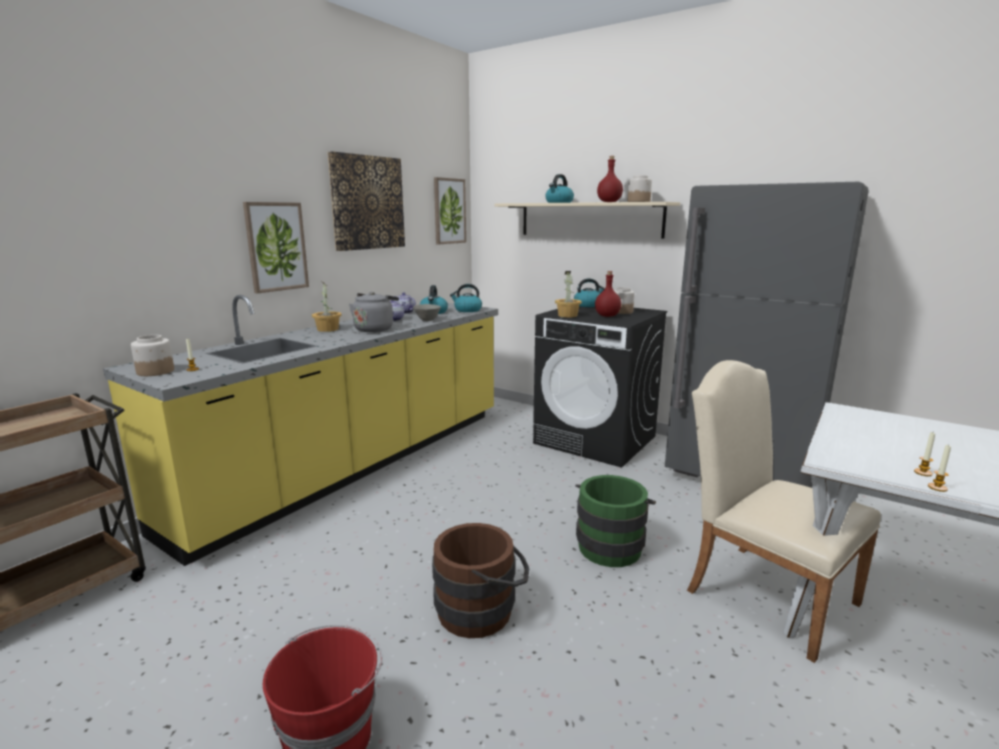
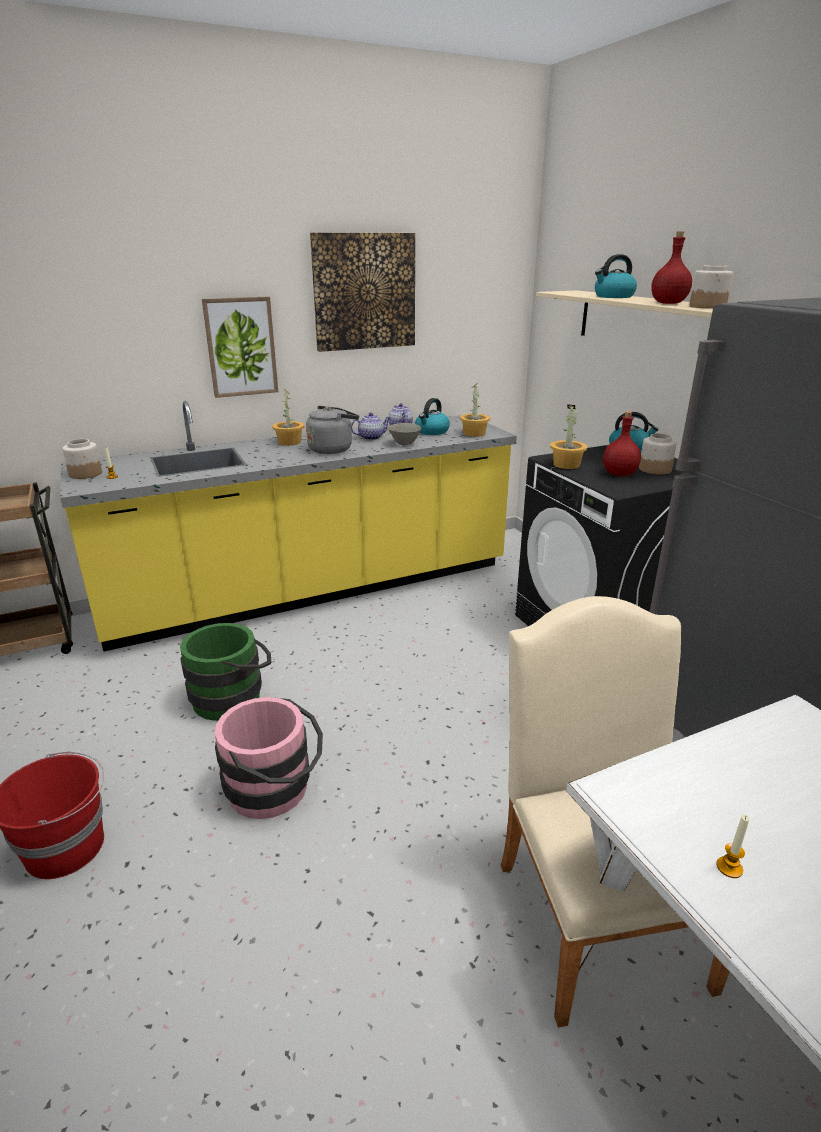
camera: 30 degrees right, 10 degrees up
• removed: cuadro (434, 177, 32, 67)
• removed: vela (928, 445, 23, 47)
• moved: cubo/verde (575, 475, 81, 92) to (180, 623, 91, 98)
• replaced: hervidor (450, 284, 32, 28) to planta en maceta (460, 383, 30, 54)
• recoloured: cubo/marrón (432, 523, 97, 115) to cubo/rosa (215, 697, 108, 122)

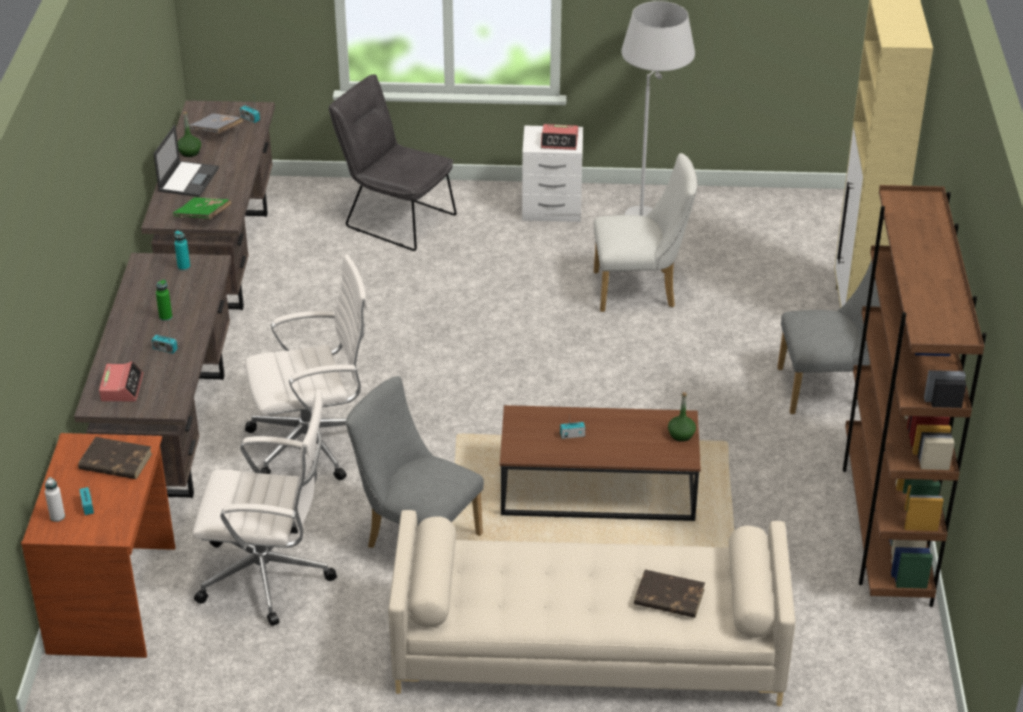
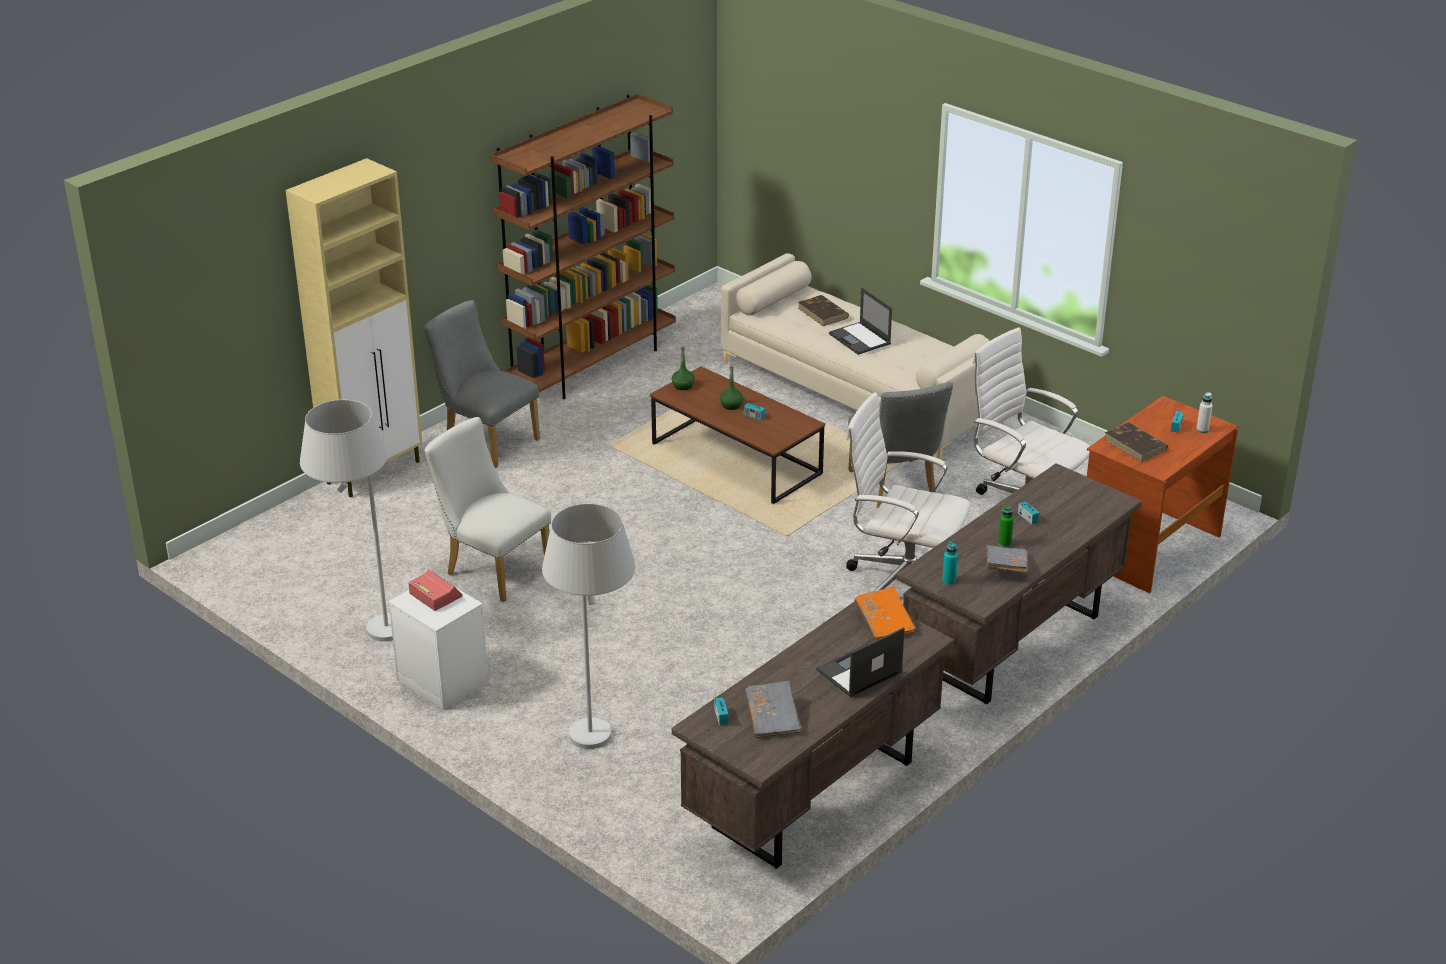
camera: 140 degrees left, 5 degrees down
• removed: despertador (99, 361, 44, 40)
• added: portátil (829, 288, 63, 67)
• added: libro/gris (986, 545, 42, 29)
• moved: botella/verde (178, 112, 23, 45) to (720, 365, 23, 45)
• replaced: silla/gris (329, 74, 128, 177) to lámpara de pie/blanco (542, 504, 93, 245)
• recoloured: libro/verde (172, 197, 60, 23) to libro/naranja (855, 586, 61, 55)

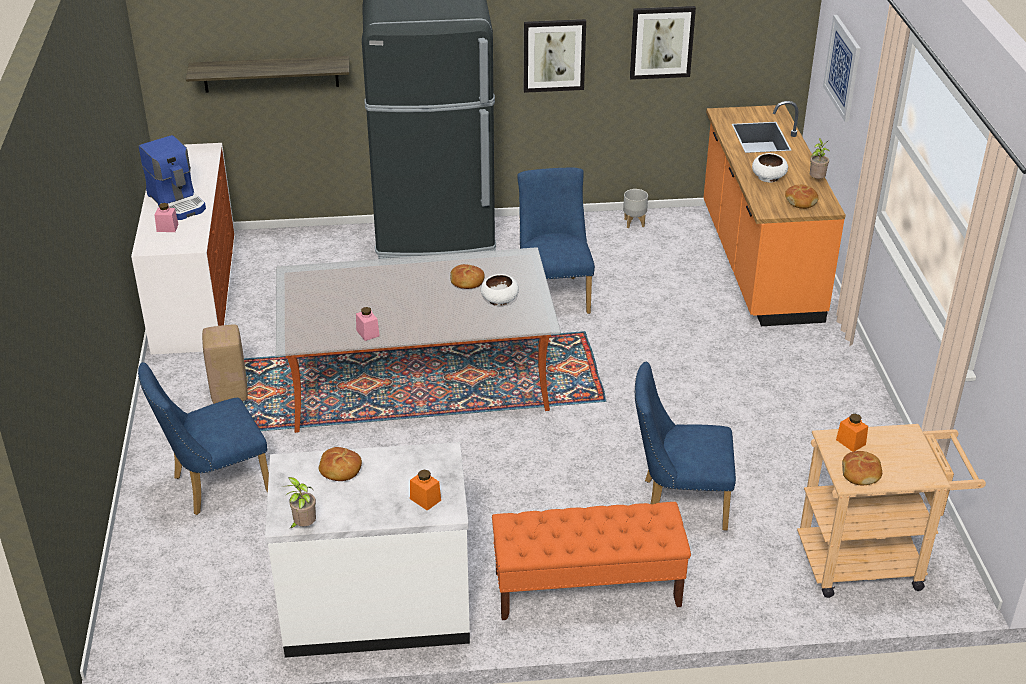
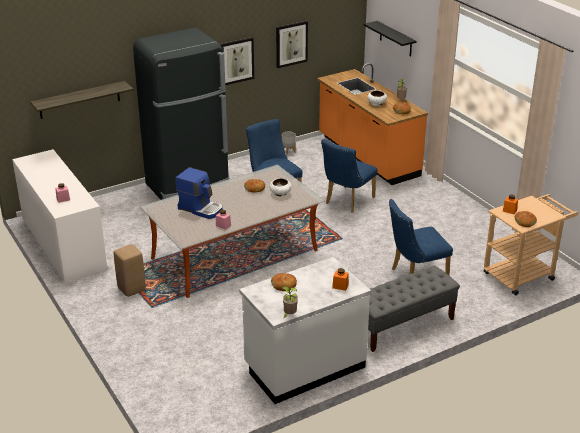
camera: 25 degrees left, 5 degrees down
• moved: silla/azul (138, 362, 131, 153) to (321, 139, 57, 74)
• moved: cafetera (139, 135, 67, 85) to (175, 167, 48, 52)
• replaced: cuadro (823, 15, 38, 107) to estante/negro (364, 21, 52, 36)
• recoloured: banco/naranja (492, 502, 199, 118) to banco/gris (368, 265, 92, 87)

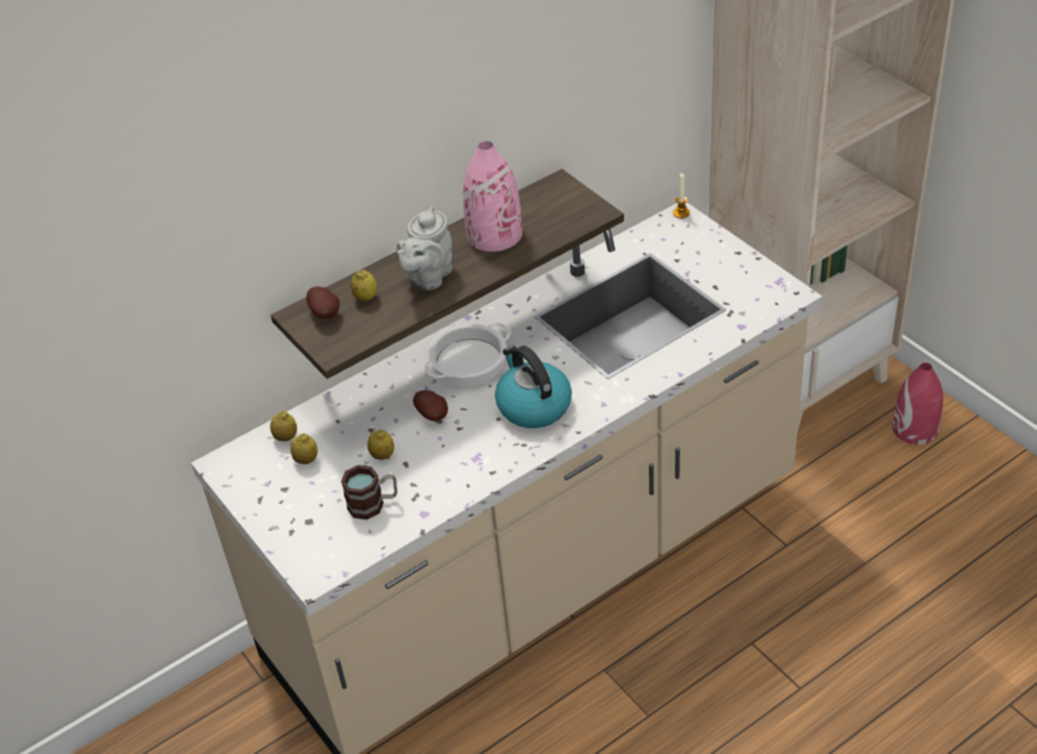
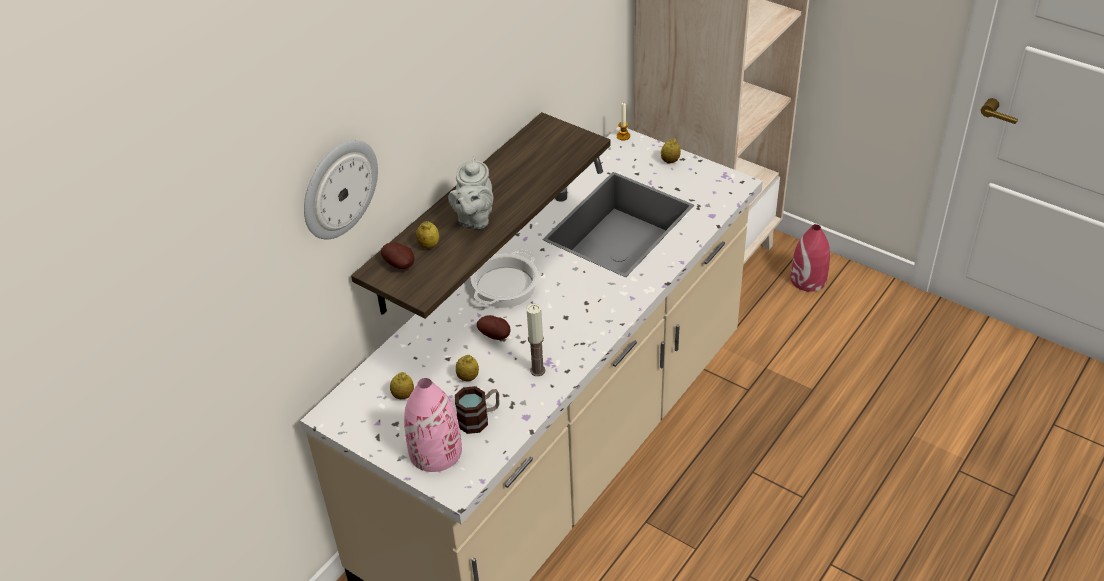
camera: 20 degrees left, 0 degrees up
• removed: hervidor (495, 346, 77, 82)
• added: reloj de pared (304, 140, 74, 100)
• added: vela (527, 304, 18, 72)
• moved: limón (270, 411, 27, 31) to (661, 138, 20, 26)
• moved: florero/rosa (463, 141, 60, 111) to (404, 378, 58, 94)

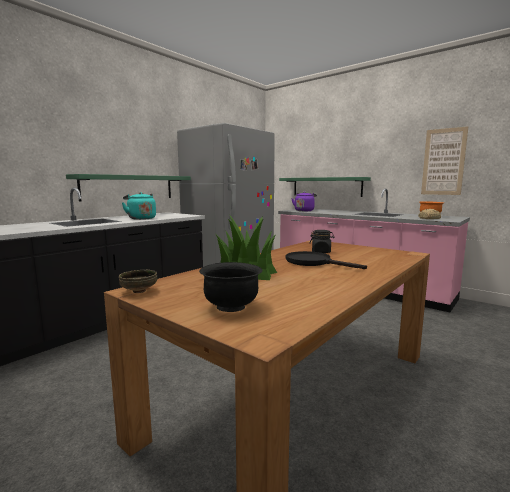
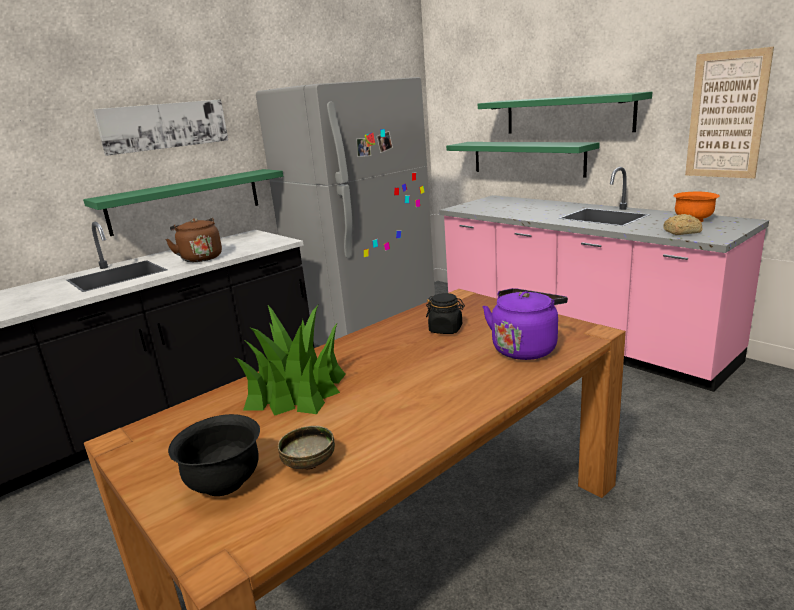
camera: 10 degrees right, 10 degrees up
• removed: sartén/negro (286, 251, 81, 18)
• added: cuadro (93, 99, 135, 57)
• added: estante/verde (478, 92, 174, 41)
• moved: cuenco (119, 270, 38, 23) to (278, 426, 57, 44)
• moved: hervidor/morado (291, 192, 26, 19) to (483, 288, 85, 72)
• recoloured: hervidor/turquesa (122, 192, 34, 28) to hervidor/marrón (165, 218, 57, 44)

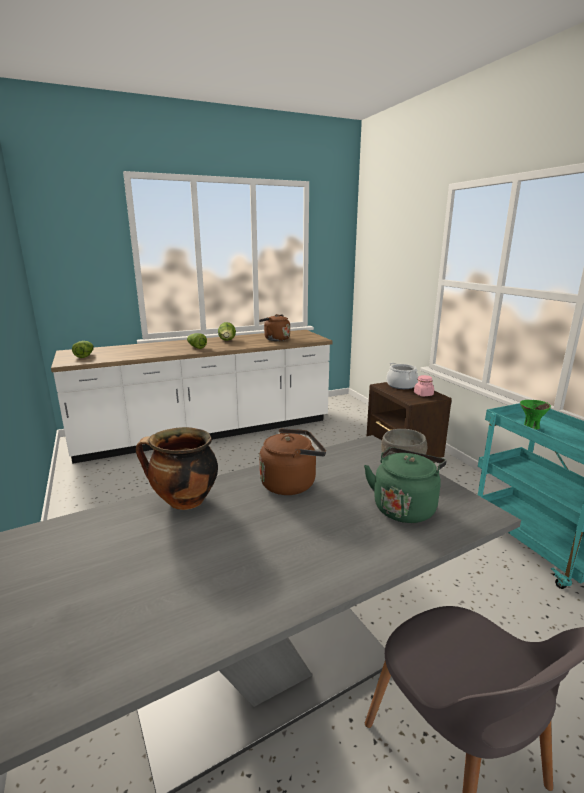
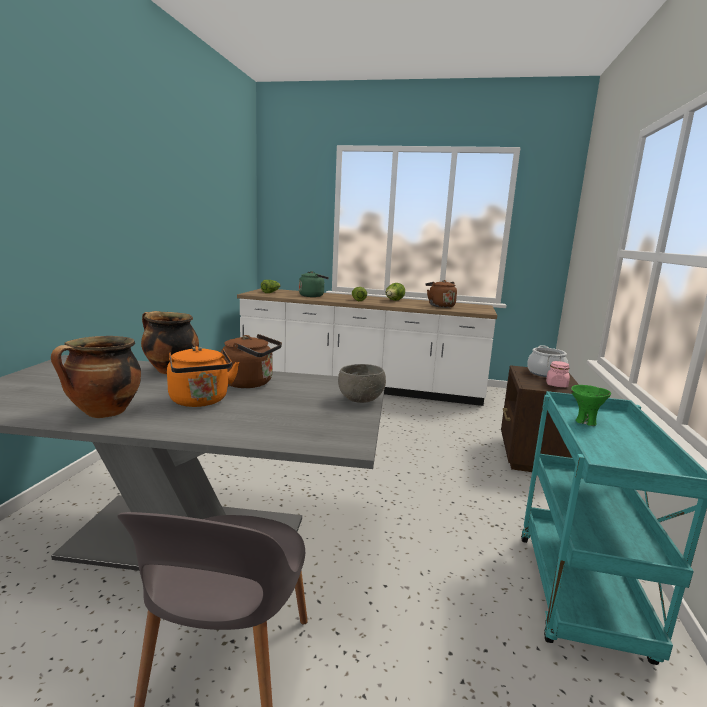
camera: 35 degrees right, 5 degrees down
• added: olla (51, 336, 90, 82)
• added: hervidor/naranja (167, 346, 72, 61)
• moved: hervidor/verde (364, 447, 82, 76) to (299, 271, 30, 26)

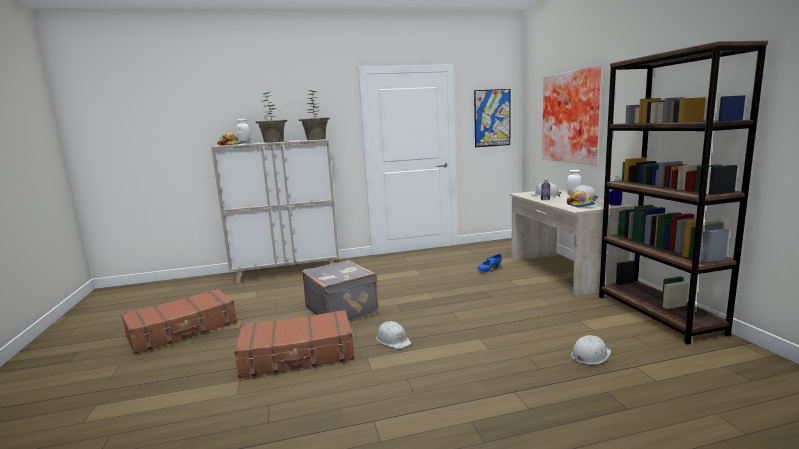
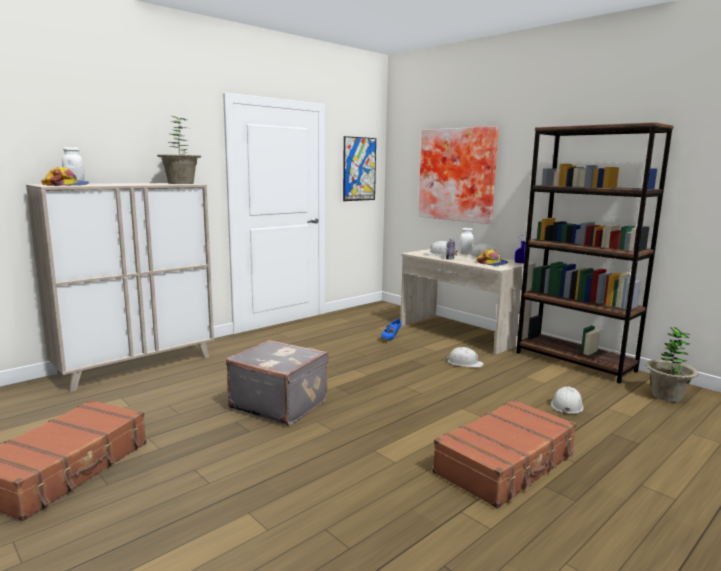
camera: 30 degrees left, 0 degrees up
• moved: maleta/marrón (234, 310, 120, 68) to (432, 399, 144, 109)
• moved: planta en maceta (255, 92, 33, 51) to (646, 327, 52, 75)
• moved: casco/blanco (376, 321, 35, 28) to (445, 347, 39, 20)

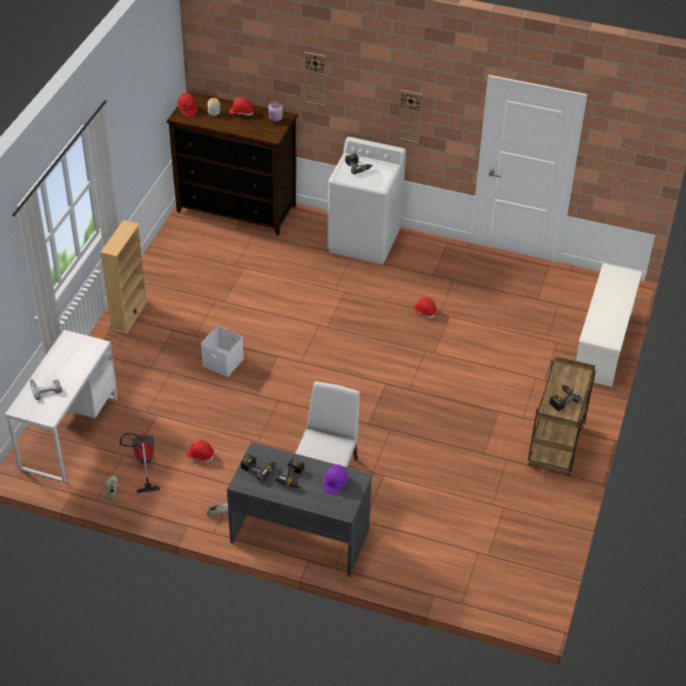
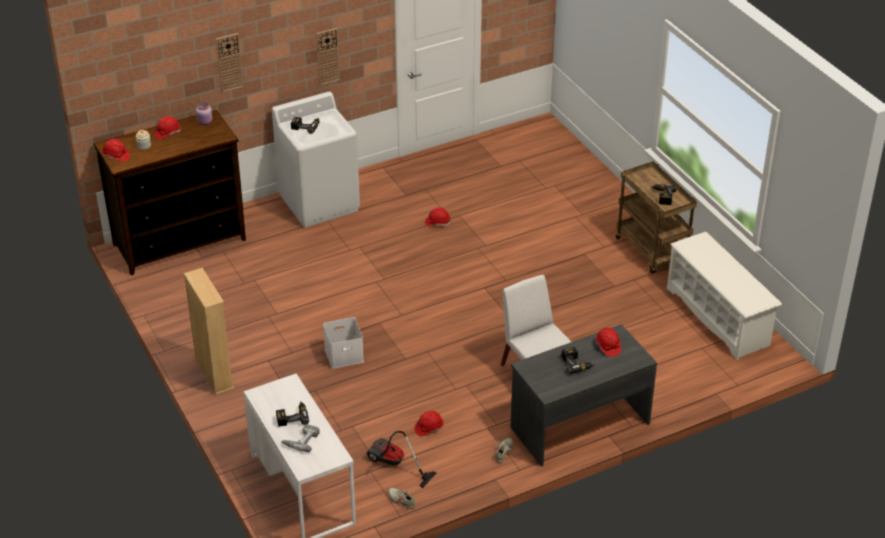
camera: 45 degrees left, 5 degrees down
• moved: taladro (241, 454, 36, 28) to (276, 402, 33, 25)
• moved: zapatero/blanco (576, 263, 66, 124) to (667, 232, 115, 128)
• recoloured: casco/morado (323, 464, 26, 31) to casco/rojo (596, 328, 25, 29)

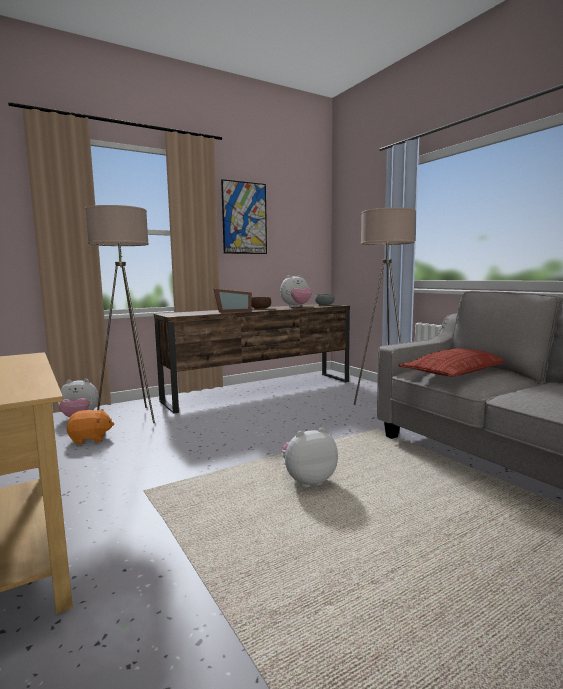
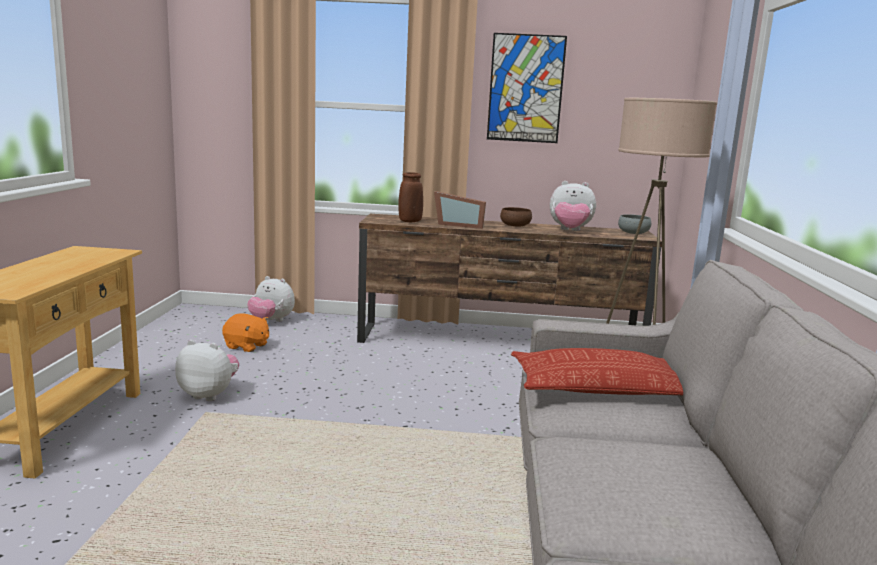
camera: 35 degrees right, 5 degrees up
• removed: lámpara de pie/beis (85, 205, 70, 218)
• added: florero/marrón (398, 172, 25, 50)
• moved: peluche (282, 427, 56, 60) to (175, 340, 64, 61)

